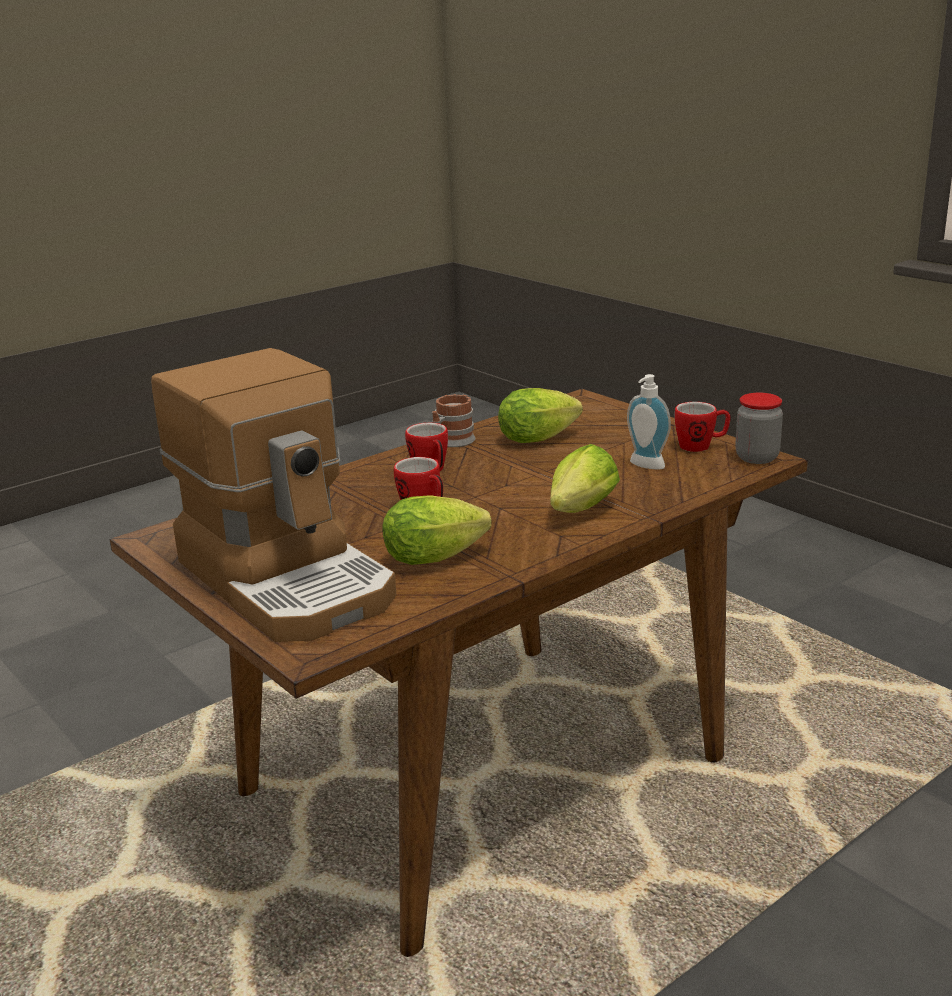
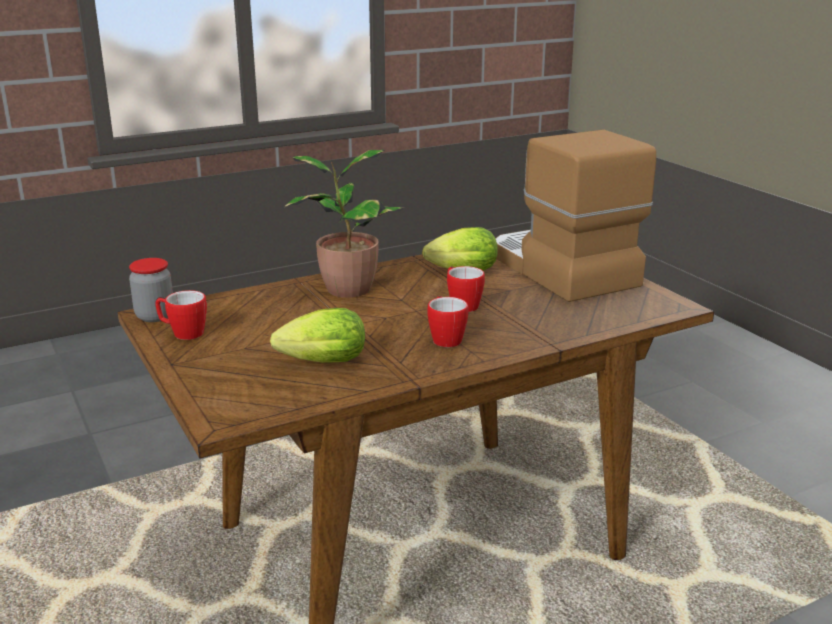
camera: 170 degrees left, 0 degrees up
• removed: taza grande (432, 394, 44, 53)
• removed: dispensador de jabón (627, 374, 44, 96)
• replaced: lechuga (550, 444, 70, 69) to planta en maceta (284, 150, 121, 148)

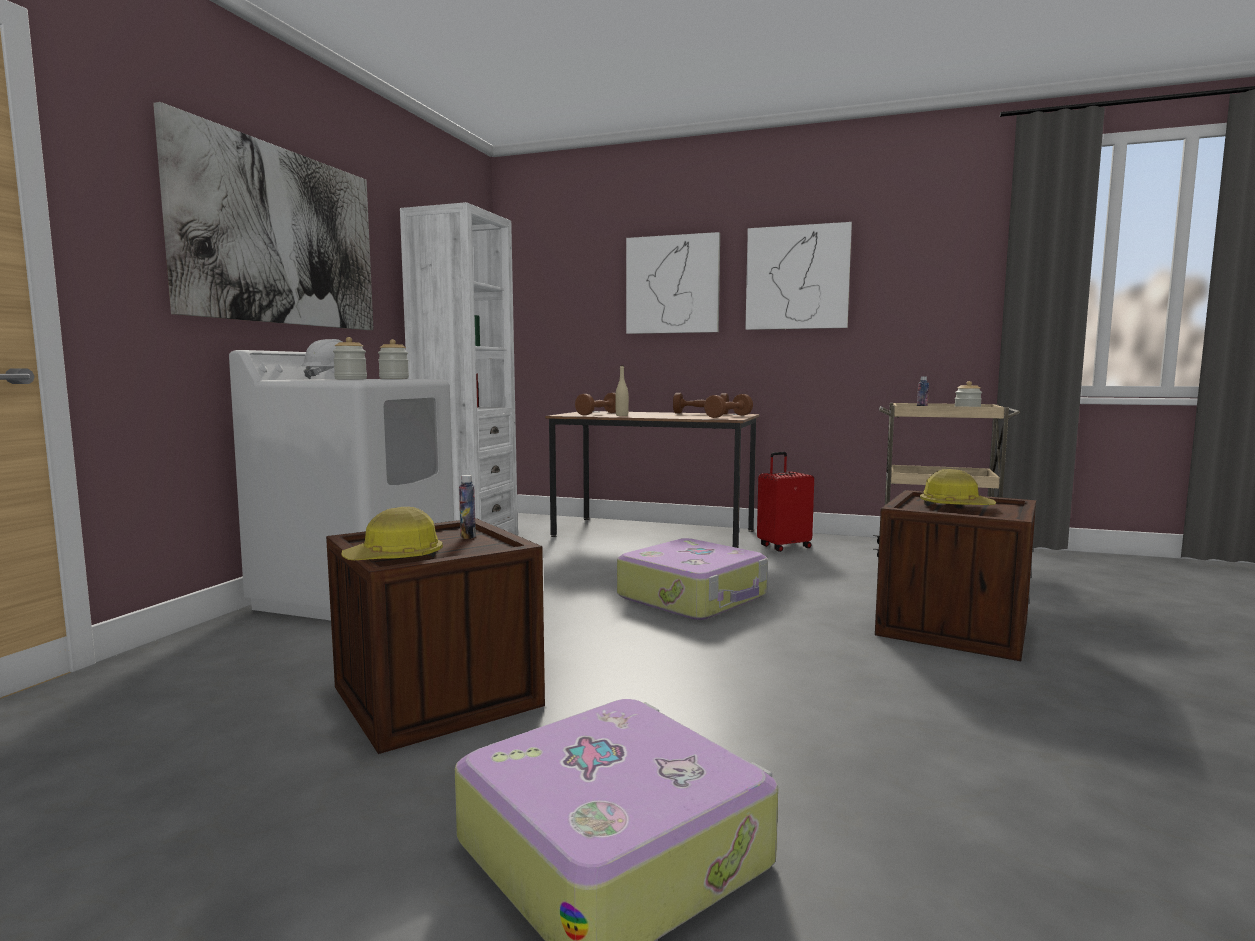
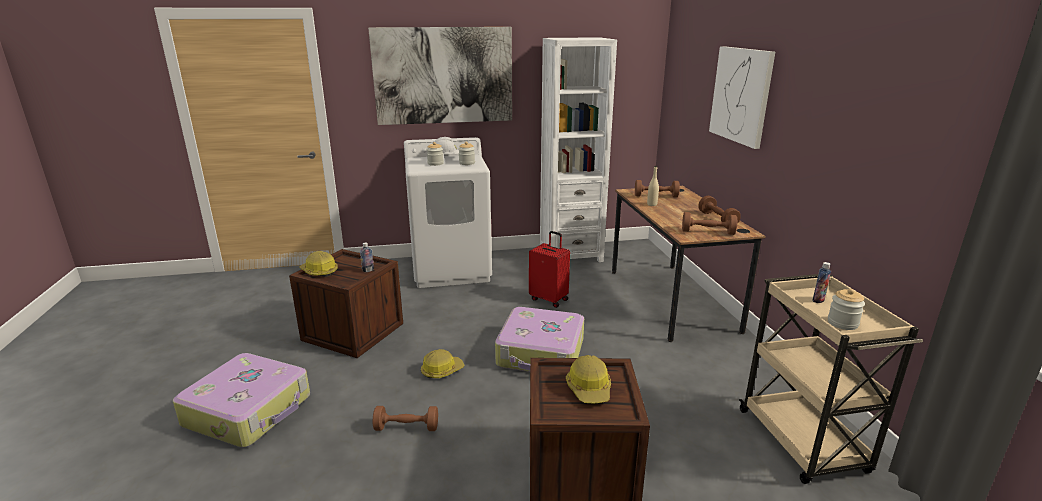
camera: 60 degrees right, 15 degrees up
• removed: cuadro (745, 222, 107, 108)
• added: mancuerna/marrón (372, 406, 66, 25)
• added: casco (421, 349, 44, 29)
• moved: maleta/rojo (757, 452, 57, 100) to (529, 231, 41, 77)

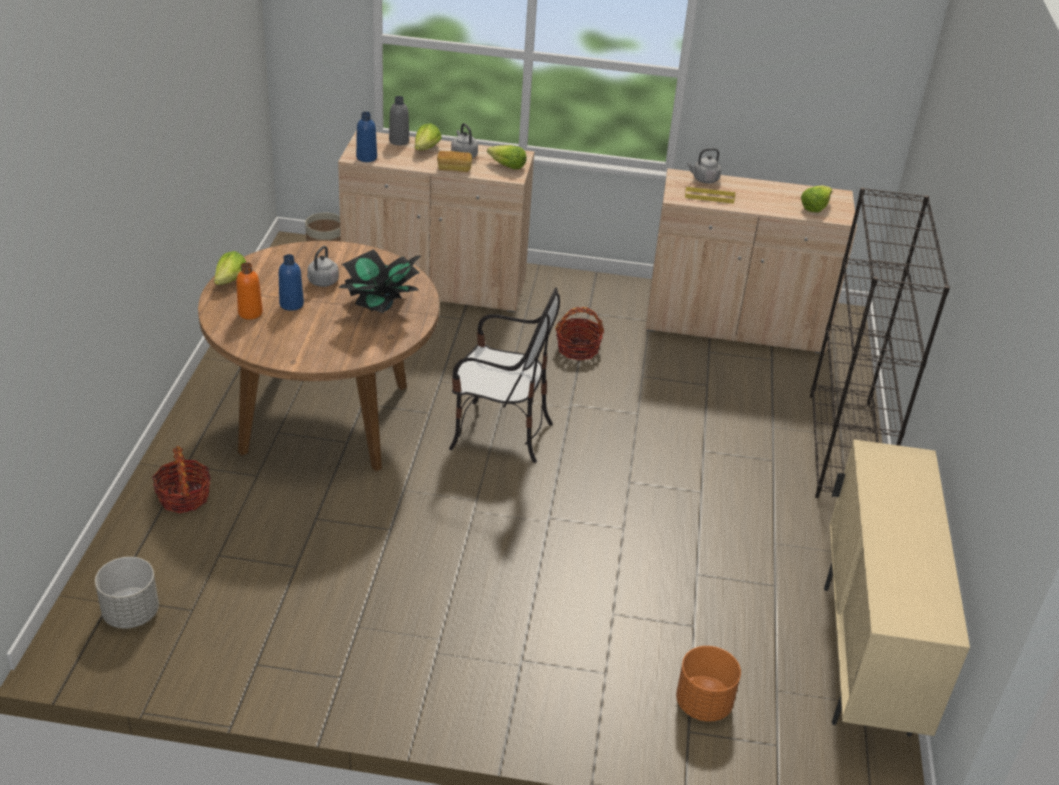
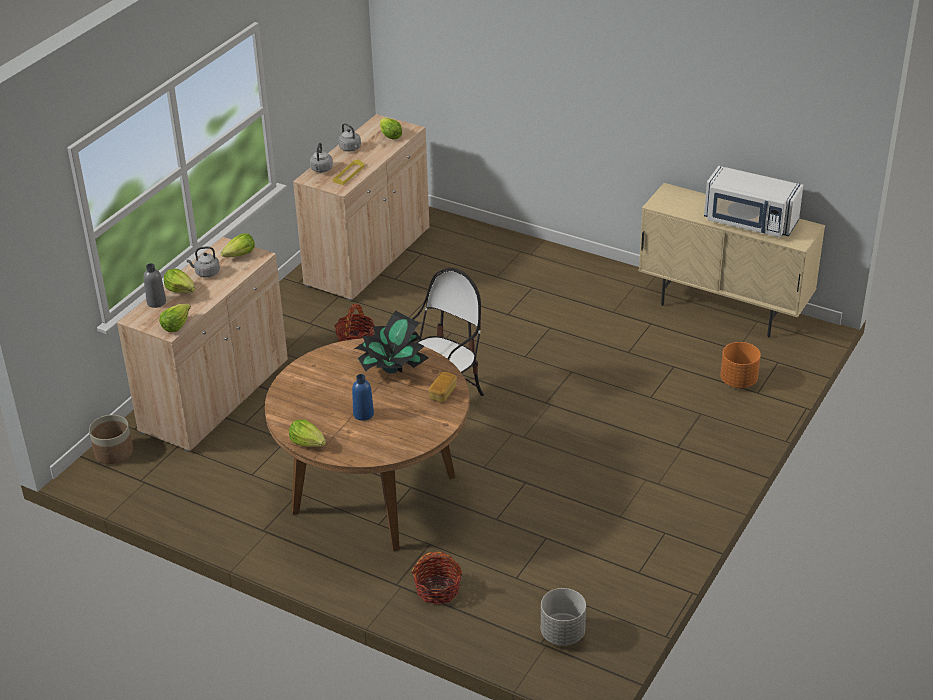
camera: 65 degrees left, 0 degrees up
• removed: botella/naranja (236, 262, 27, 57)
• removed: estantería/negro (810, 187, 140, 311)
• added: microondas/blanco (704, 166, 99, 71)
• moved: hervidor/gris (307, 246, 32, 41) to (339, 123, 22, 28)
• moved: pan (437, 151, 35, 21) to (429, 372, 28, 30)
• replaced: botella/azul (356, 112, 21, 50) to lechuga (159, 304, 32, 28)

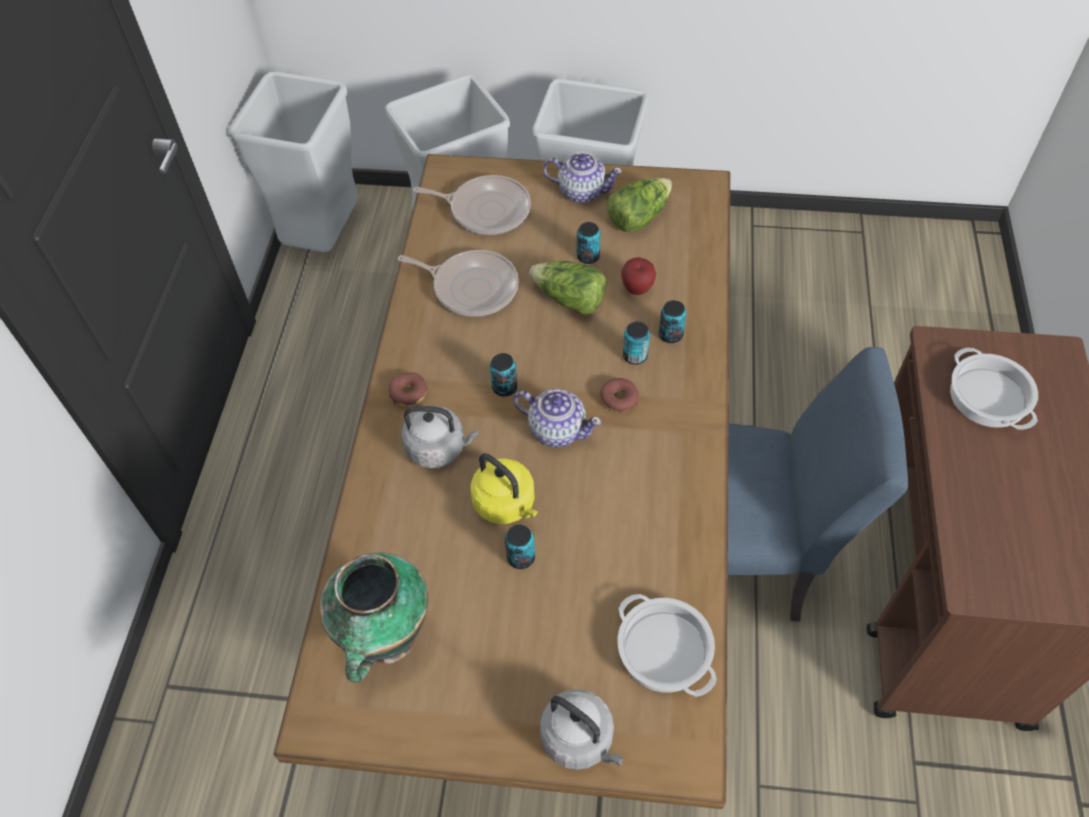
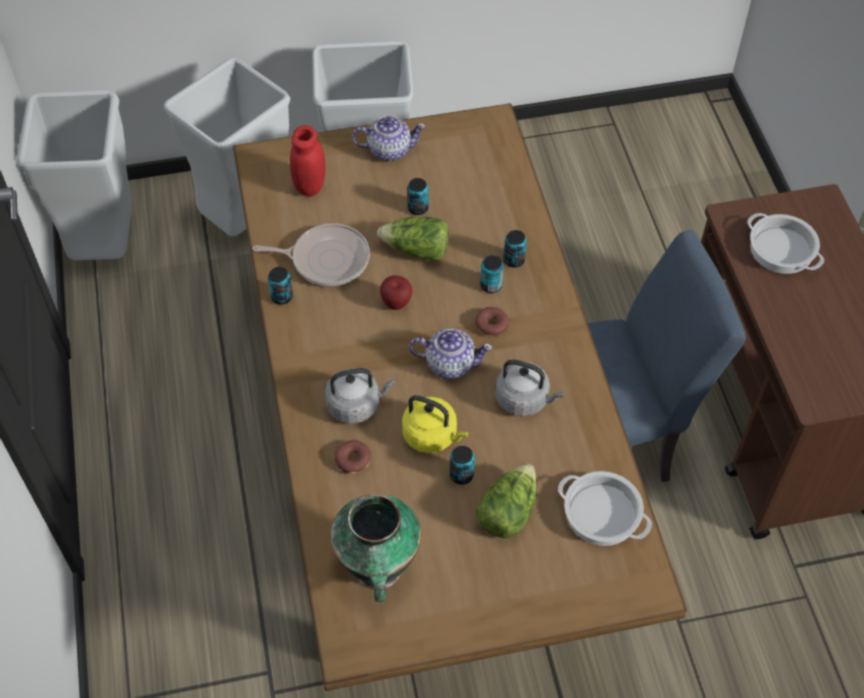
camera: 20 degrees left, 0 degrees up
• moved: rosquilla (389, 373, 39, 33) to (334, 440, 37, 34)
• moved: lata (490, 353, 27, 43) to (268, 267, 25, 38)
• moved: hervidor/gris (540, 689, 83, 81) to (495, 360, 69, 57)
• moved: lechuga (606, 178, 66, 54) to (476, 464, 61, 74)
• moved: manzana (621, 257, 35, 38) to (380, 275, 32, 35)
• replaced: sartén (413, 175, 118, 60) to tarro/rojo (290, 125, 36, 72)

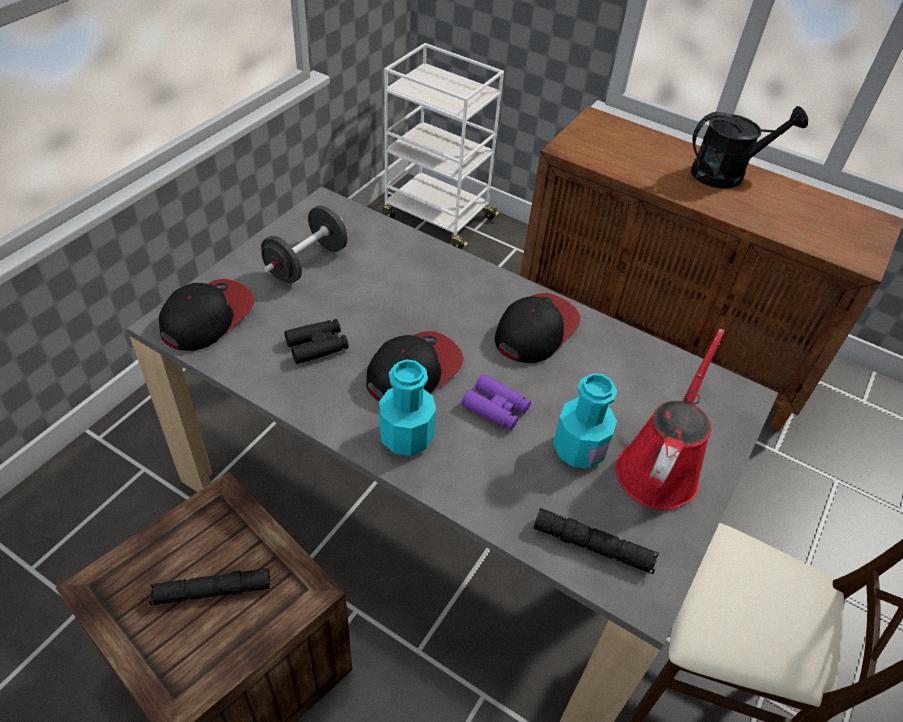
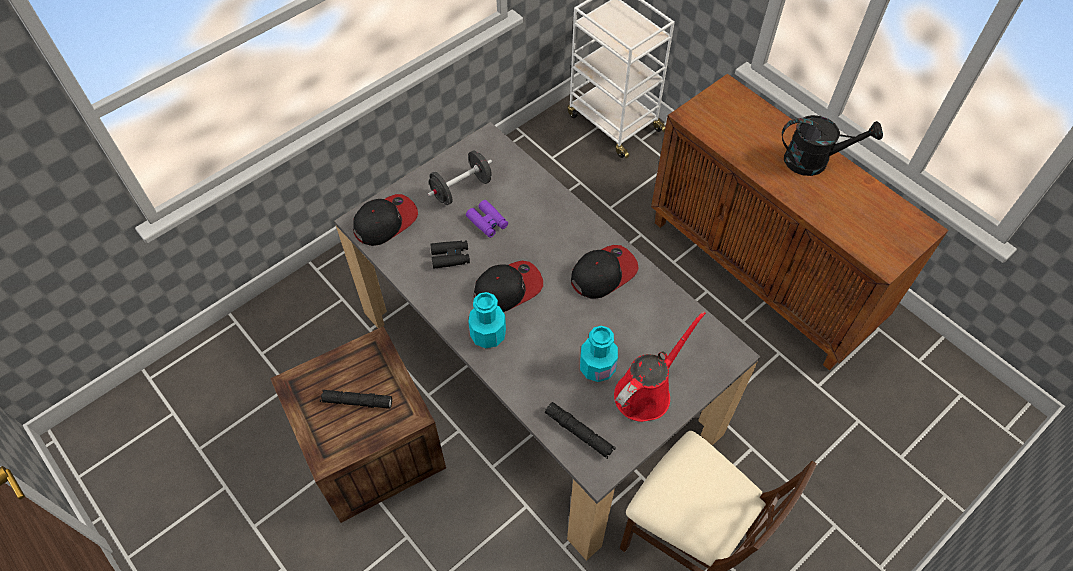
camera: 20 degrees right, 10 degrees up
• moved: prismáticos/morado (461, 374, 70, 56) to (466, 200, 42, 38)

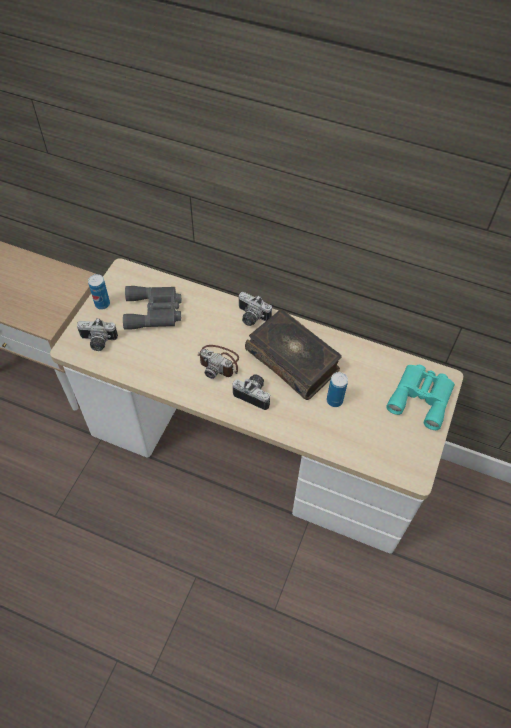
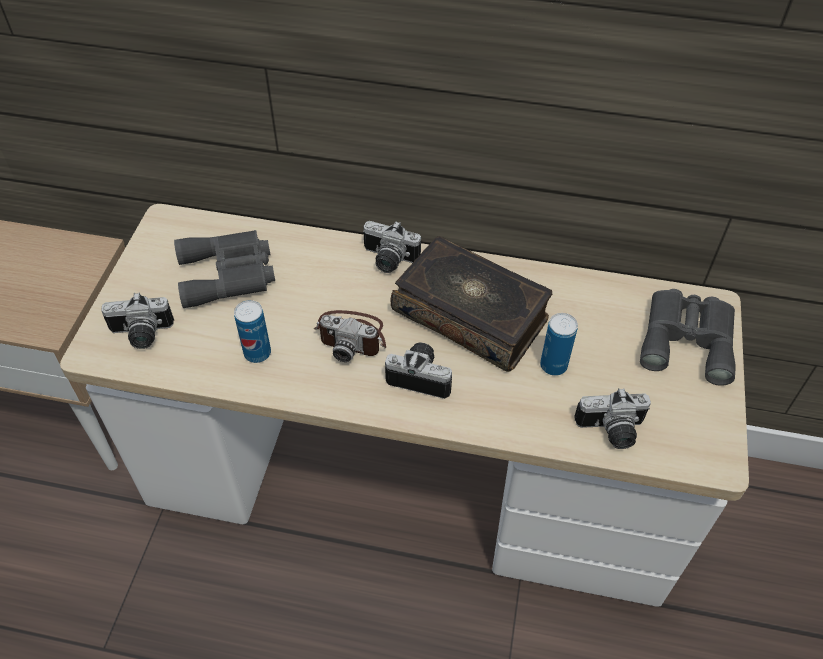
camera: 10 degrees left, 5 degrees down
• added: cámara (574, 388, 77, 61)
• moved: lata (88, 274, 22, 36) to (234, 300, 37, 63)
• recoloured: prismáticos/turquesa (386, 365, 69, 65) to prismáticos/gris (640, 289, 96, 97)

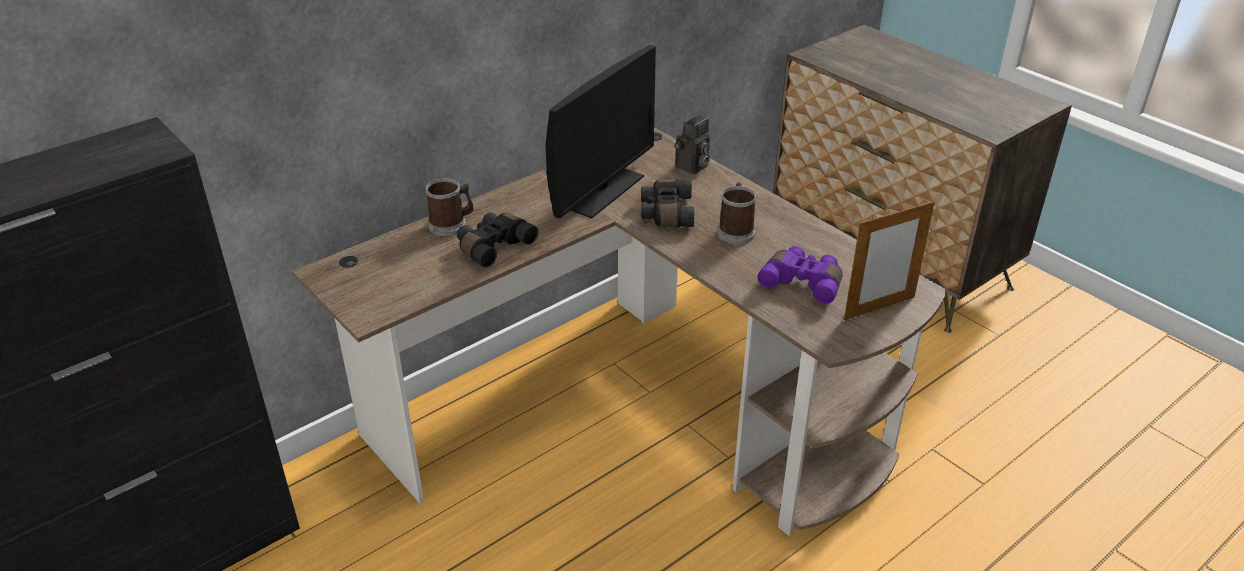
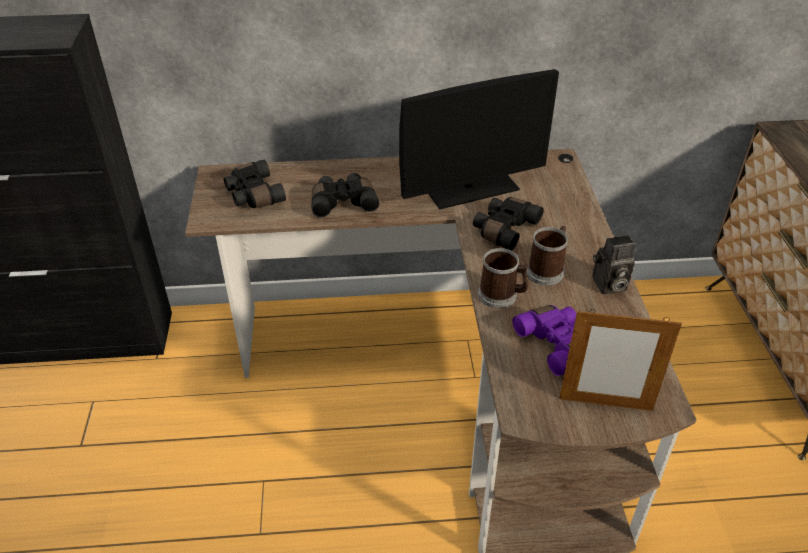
camera: 35 degrees right, 5 degrees up
• added: prismáticos/negro (224, 159, 62, 49)
• moved: taza grande (425, 178, 48, 58) to (478, 248, 51, 60)
• moved: cámara (675, 116, 35, 58) to (592, 235, 45, 59)

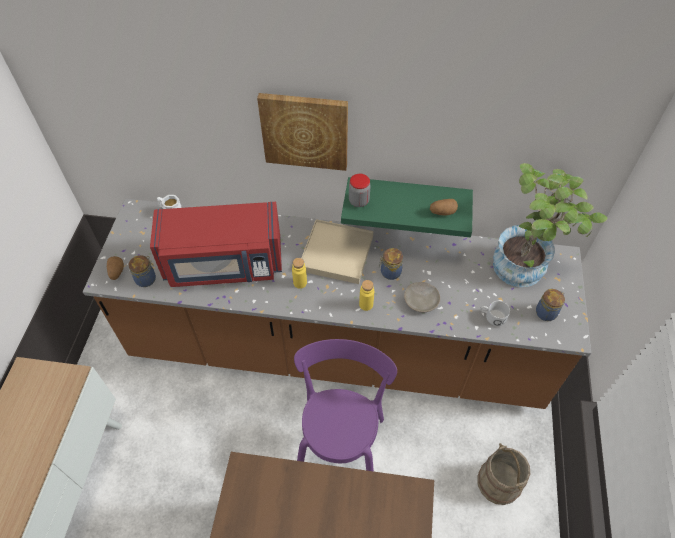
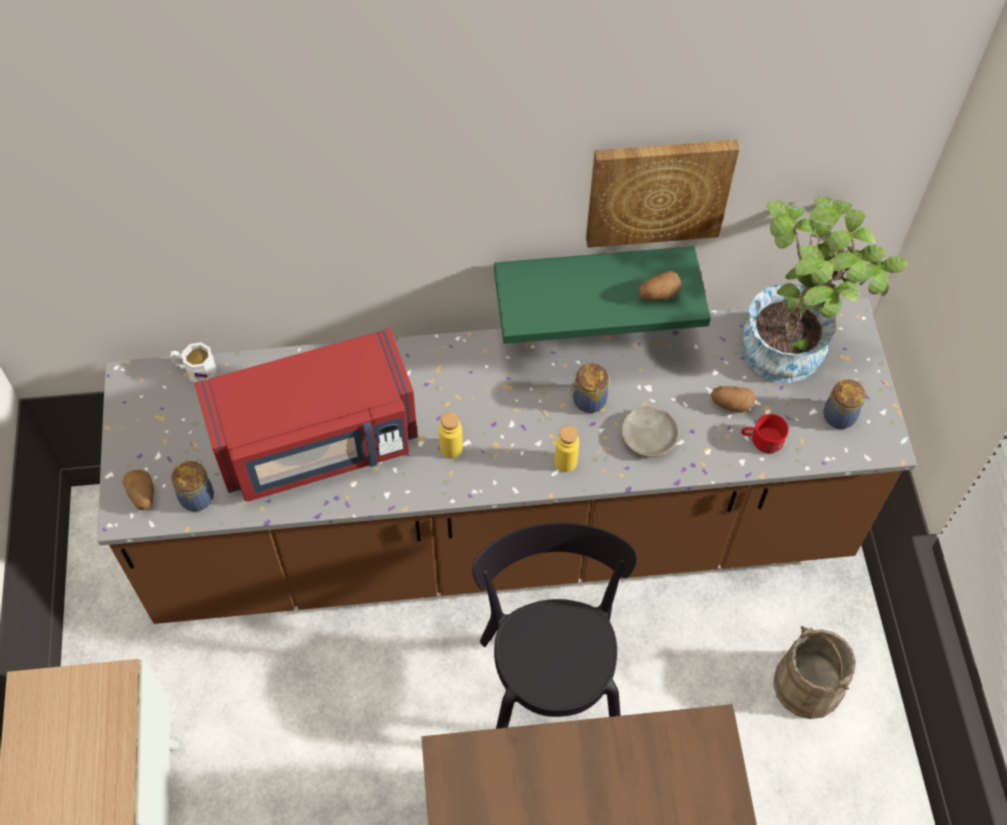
camera: 15 degrees left, 5 degrees up
• removed: bandeja/beis (302, 219, 71, 65)
• removed: tarro (349, 174, 22, 33)
• added: patata (711, 386, 45, 27)
• moved: cuadro (257, 93, 91, 78) to (586, 140, 154, 108)
• recoloured: silla/morado (294, 339, 103, 132) to silla/negro (472, 522, 165, 207)
• recoloured: taza grande/blanco (480, 301, 30, 25) to taza grande/rojo (741, 414, 48, 39)

